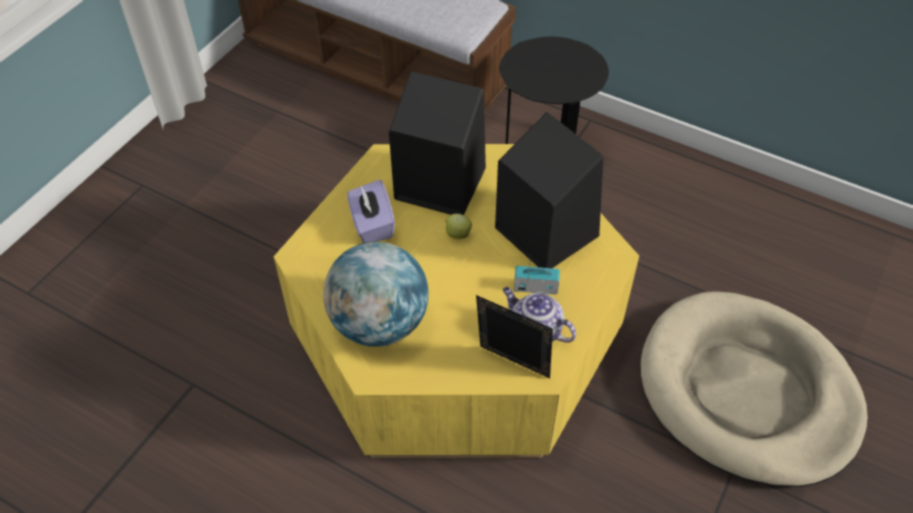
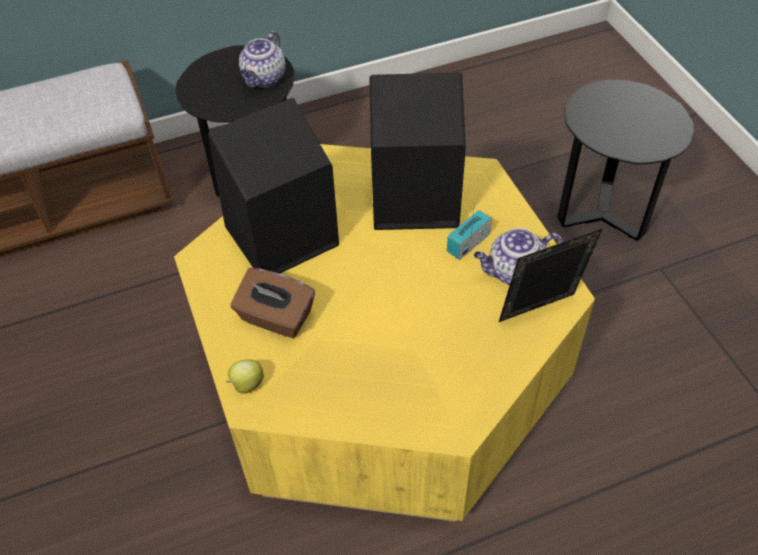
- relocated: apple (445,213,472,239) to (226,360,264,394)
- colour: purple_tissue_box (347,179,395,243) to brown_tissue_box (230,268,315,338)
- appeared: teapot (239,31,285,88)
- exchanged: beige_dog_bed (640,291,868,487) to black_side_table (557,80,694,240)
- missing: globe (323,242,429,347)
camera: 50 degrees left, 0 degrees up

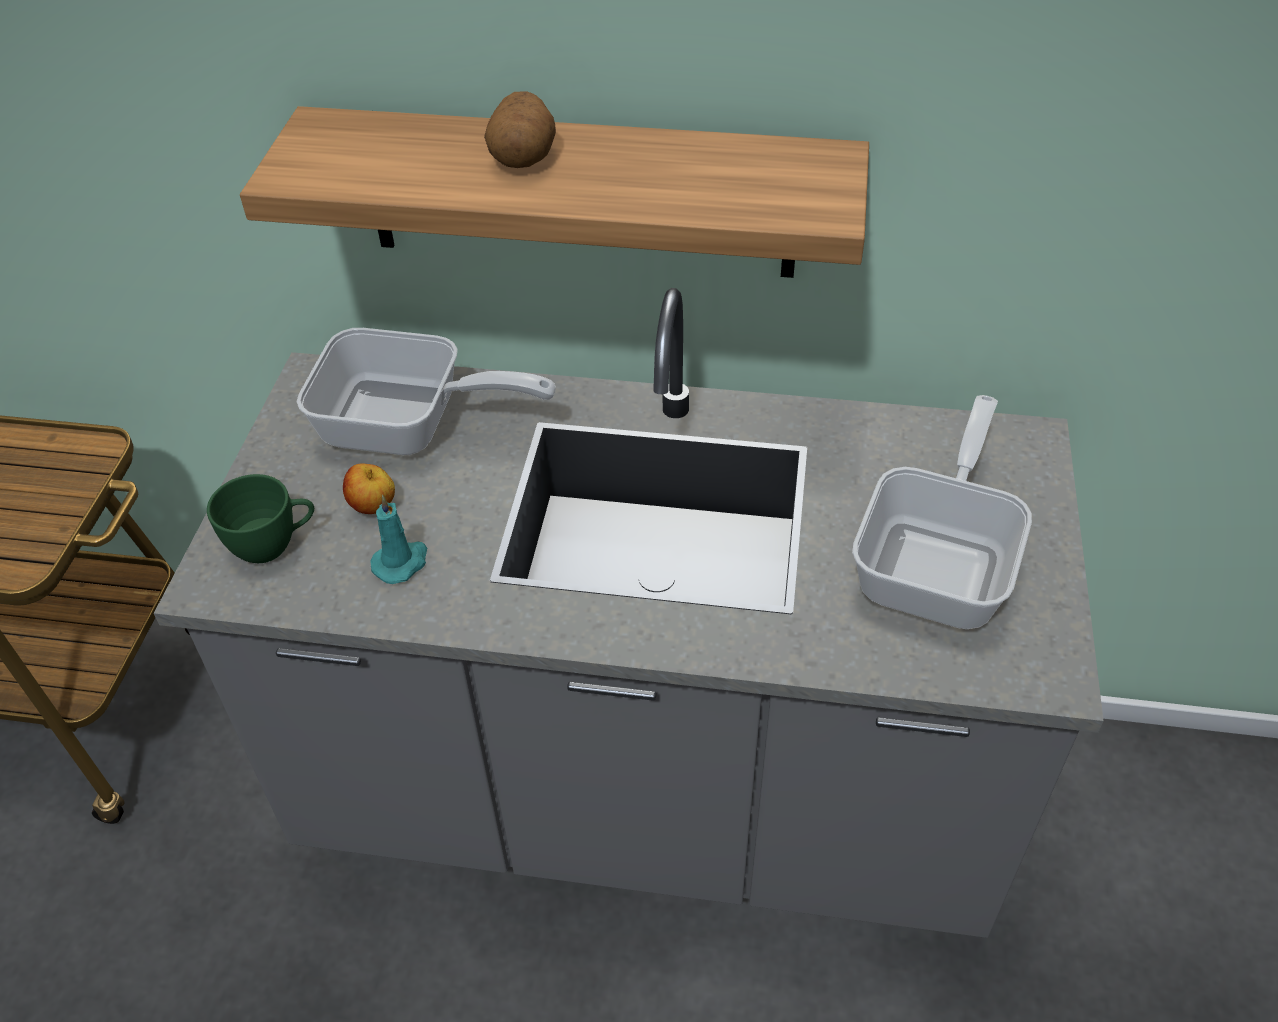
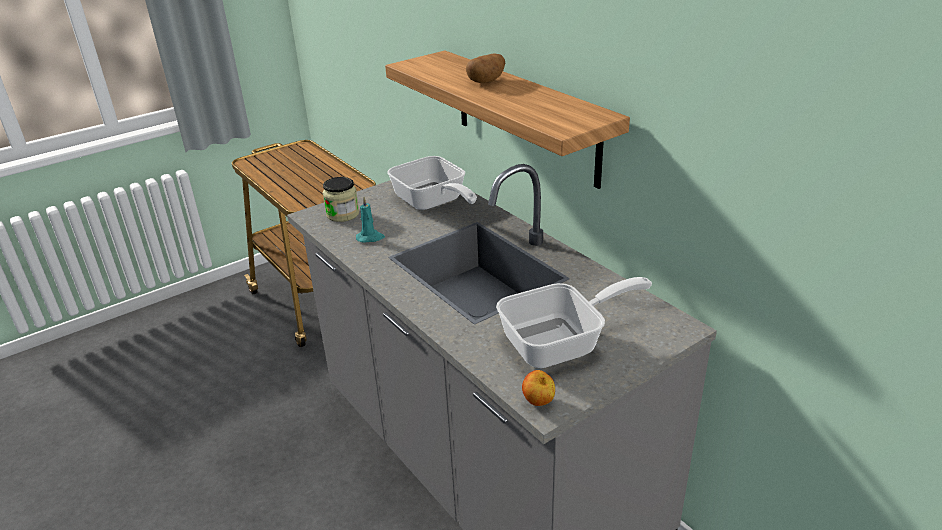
- exchanged: green_cup (207,474,314,563) to jar (323,177,359,222)
- relocated: apple (343,464,395,514) to (522,370,555,406)
camera: 45 degrees right, 15 degrees down

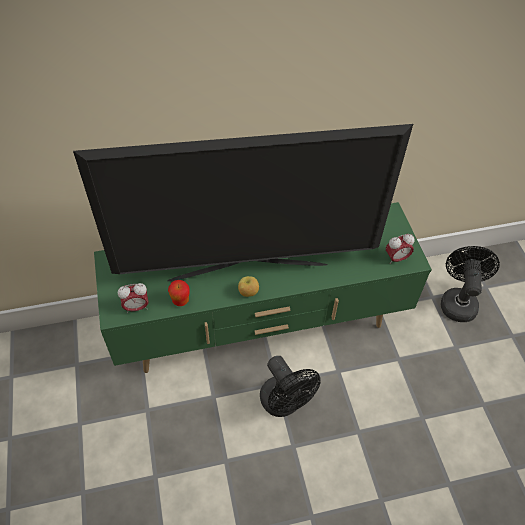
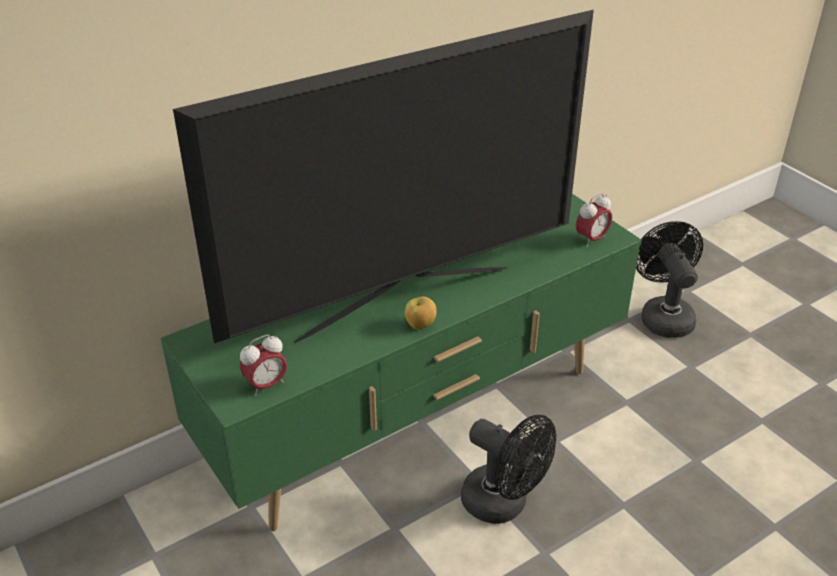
- missing: apple (168,280,190,306)
camera: 20 degrees left, 15 degrees down

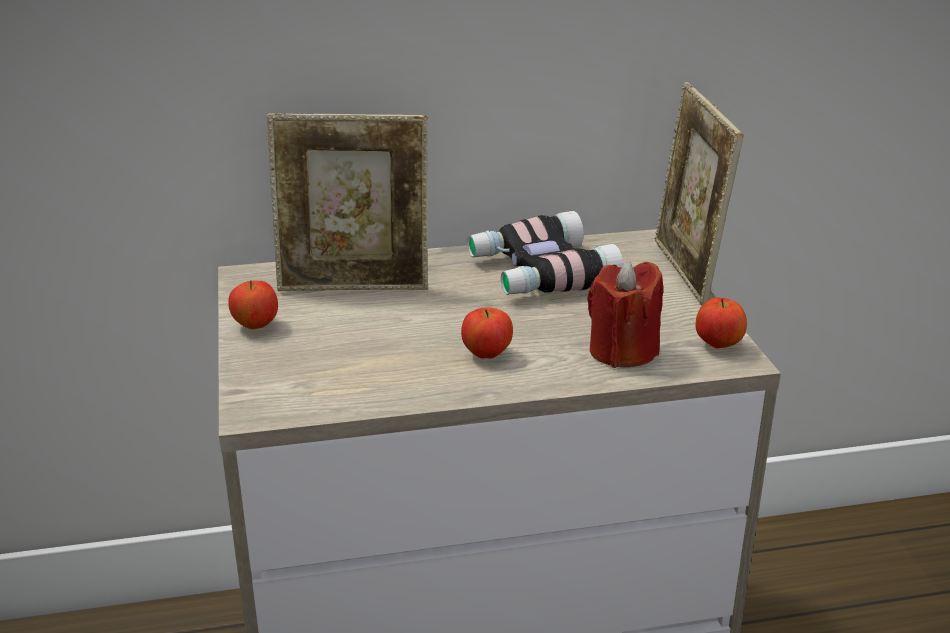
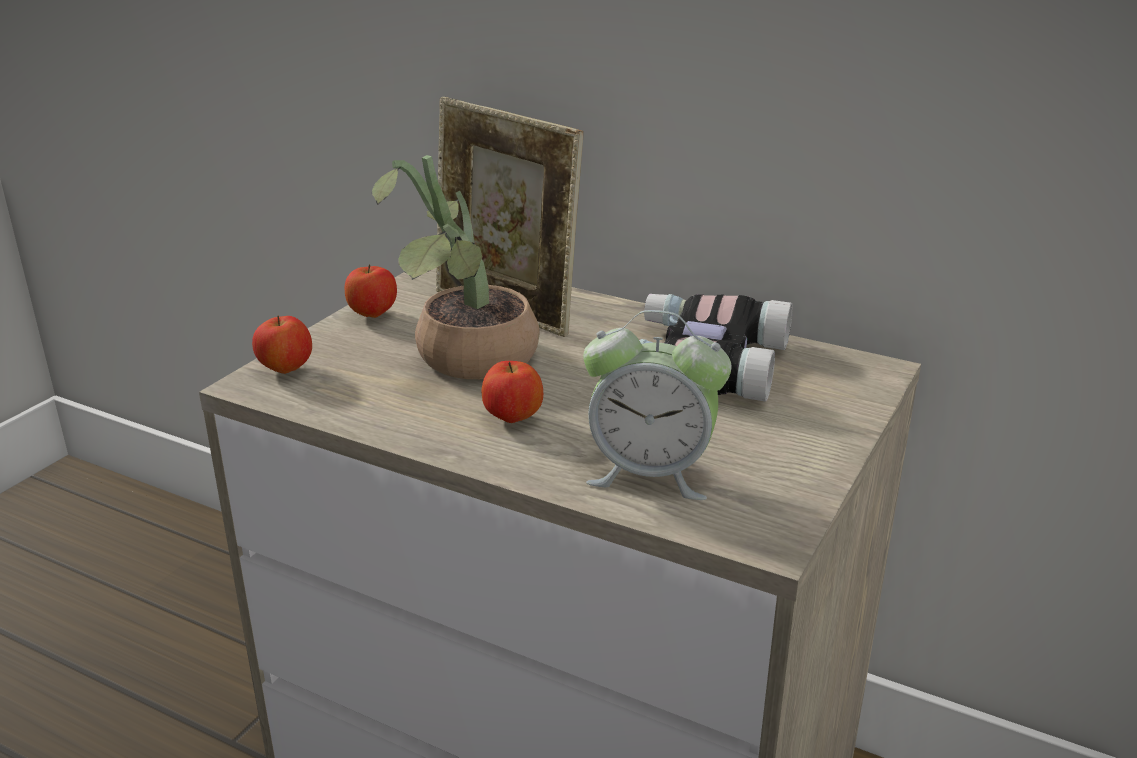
- relocated: apple (696,297,747,348) to (252,316,312,374)
- appeared: potted_plant (372,155,539,379)
- exchanged: red_candle (587,261,663,368) to alarm_clock (583,310,731,500)
- missing: picture_frame (654,82,744,305)
camera: 40 degrees right, 0 degrees up

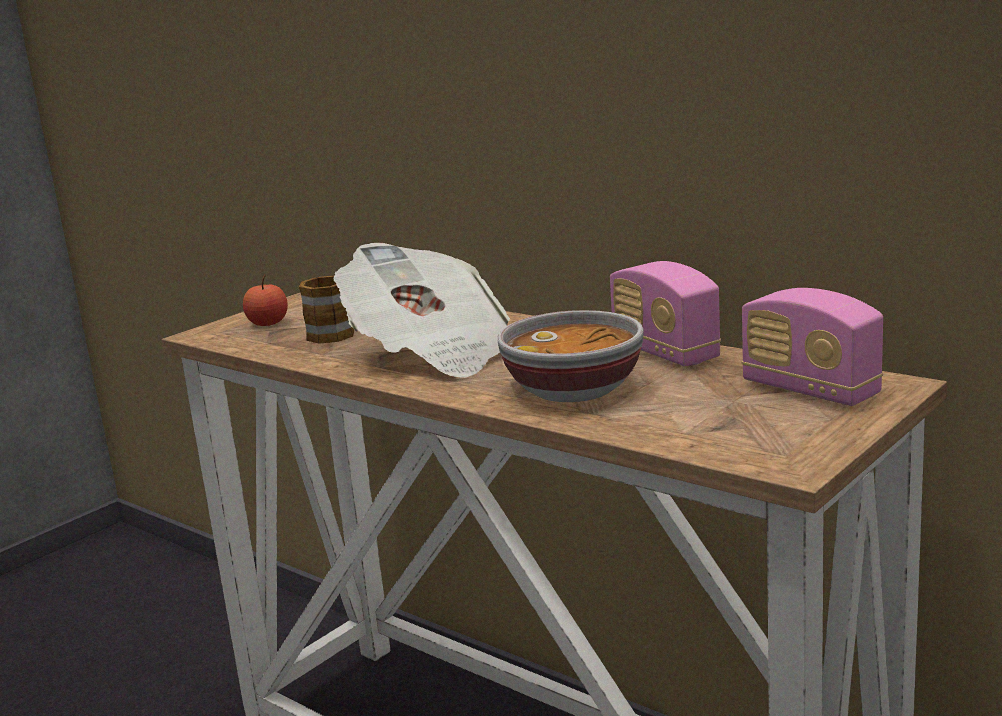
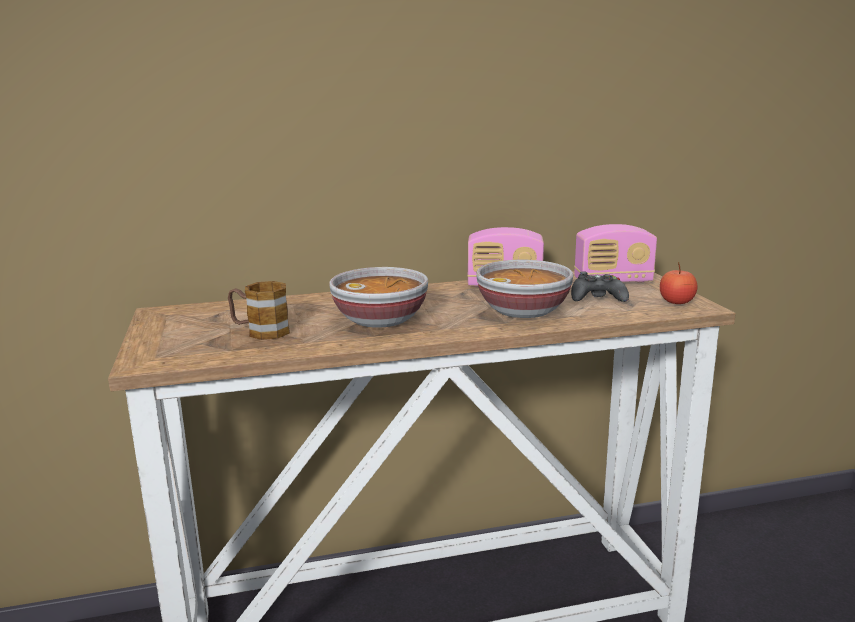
- exchanged: newspaper (334,243,510,378) to bowl (329,267,428,328)
- appeared: black_game_controller (571,271,629,302)
- relocated: apple (243,275,288,326) to (660,262,697,304)
camera: 55 degrees left, 0 degrees up

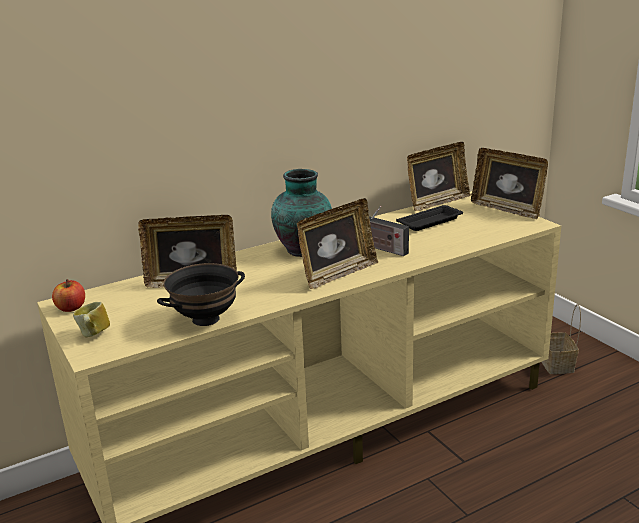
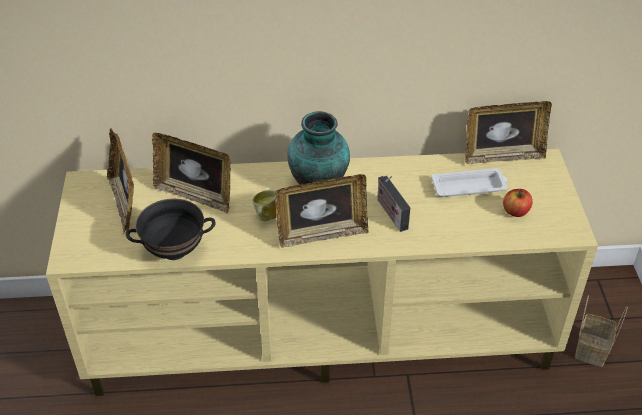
- relocated: picture_frame (471,148,548,219) to (107,128,134,234)
- relocated: mug (73,302,110,337) to (252,190,277,221)
- colour: black_tray (396,205,463,231) to white_tray (431,168,508,197)
- relocated: apple (52,279,85,312) to (503,189,533,217)
camera: 25 degrees right, 20 degrees up

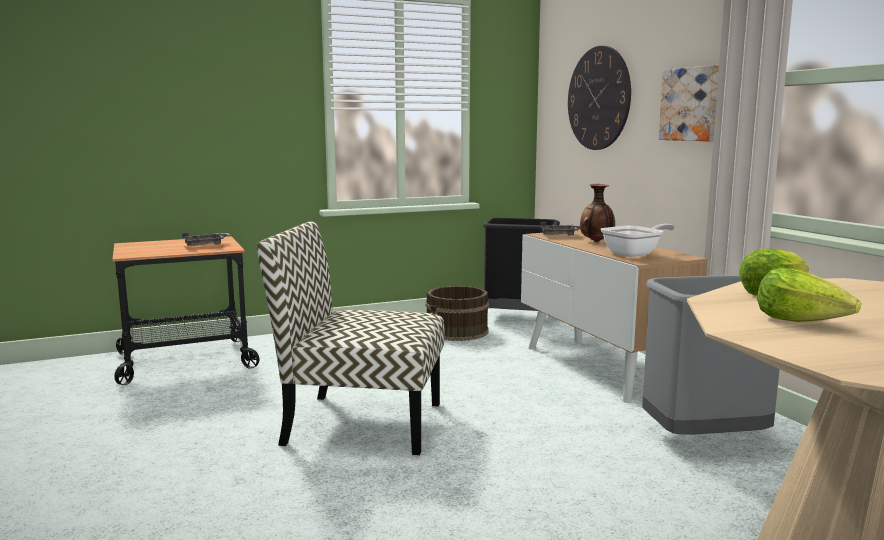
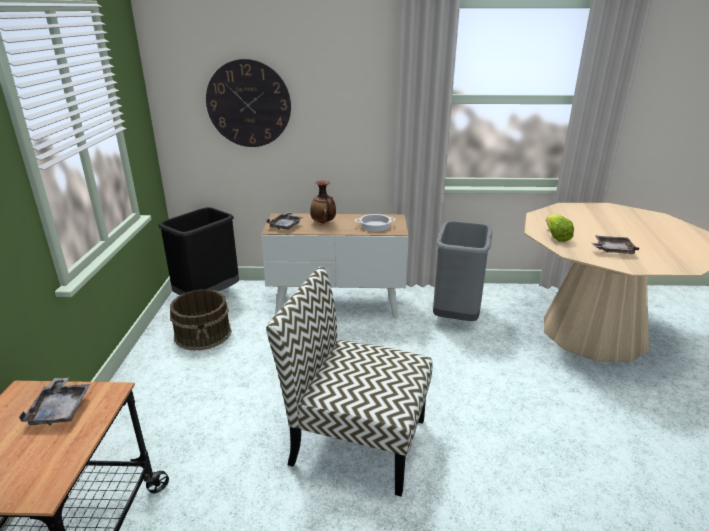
- spun: chair (257,221,444,455) = (266,267,433,496) 75 degrees clockwise
- exchanged: frying_pan (601,224,675,257) to cooking_pot (355,214,396,231)
- exchanged: lettuce (757,268,861,322) to grey_tray (592,236,639,254)
- missing: picture (659,65,719,141)
camera: 65 degrees left, 15 degrees up

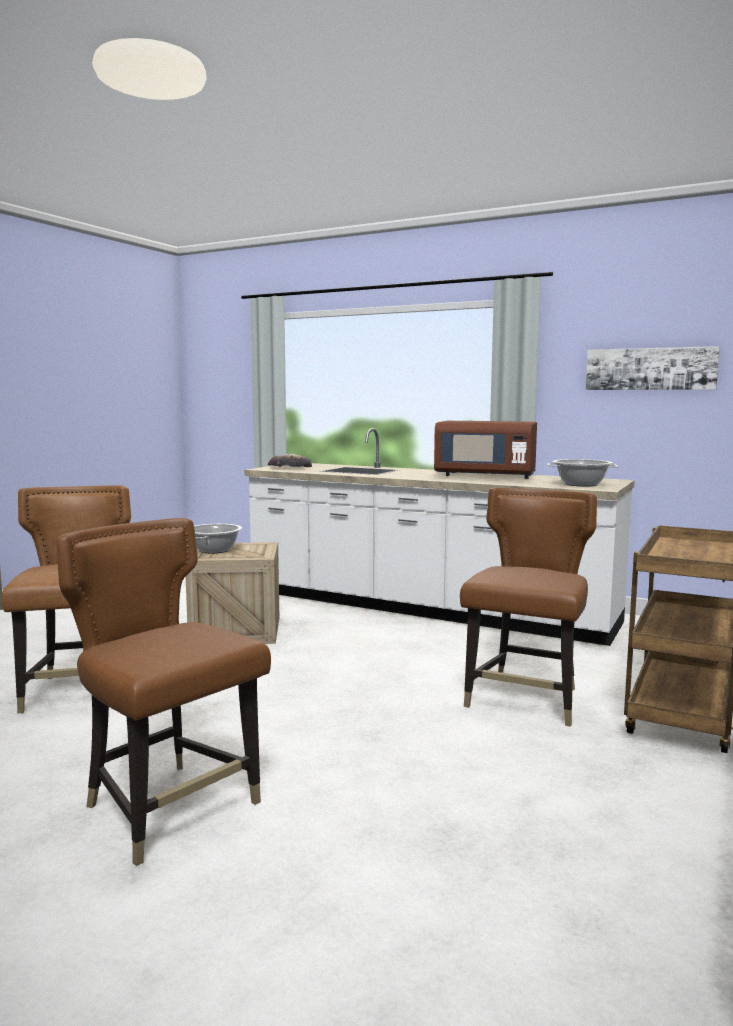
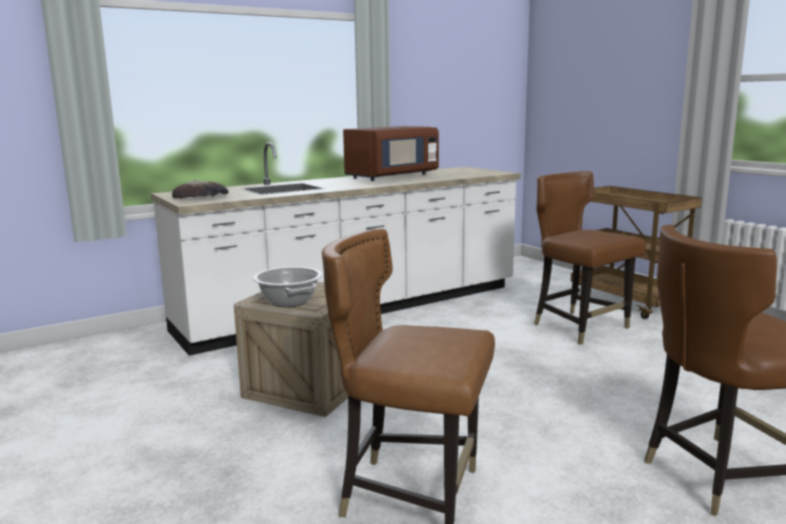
- missing: cooking_pot (547,459,619,487)
- missing: picture (586,346,720,390)
camera: 60 degrees left, 5 degrees up

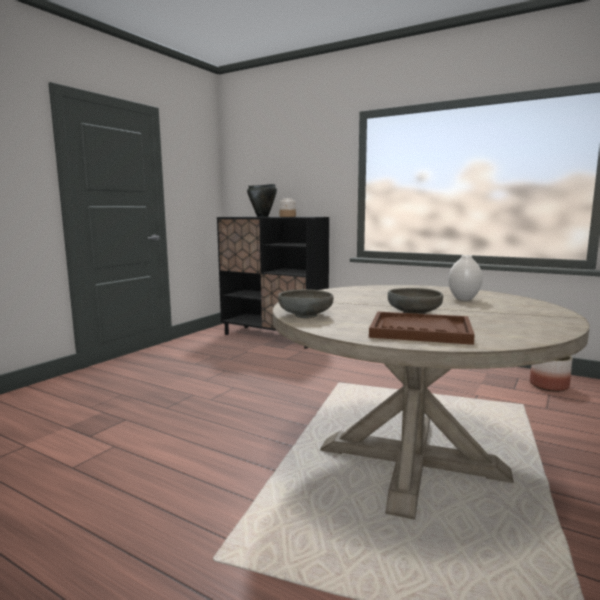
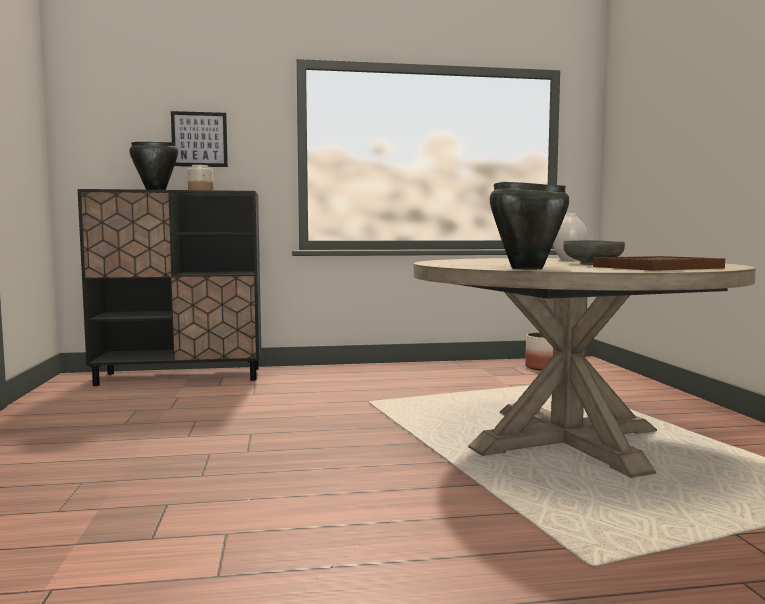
- appeared: picture (171,111,228,167)
- exchanged: grey_bowl (278,289,333,318) to black_cooking_pot (490,182,569,269)
camera: 40 degrees left, 5 degrees down

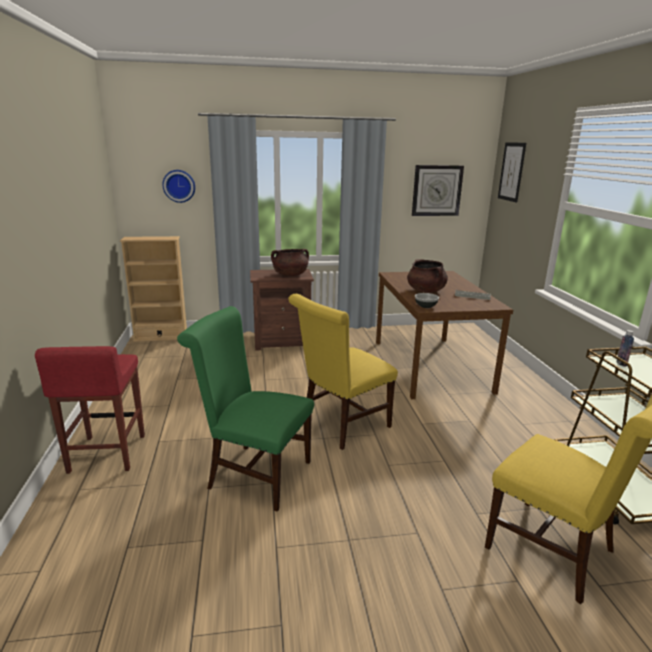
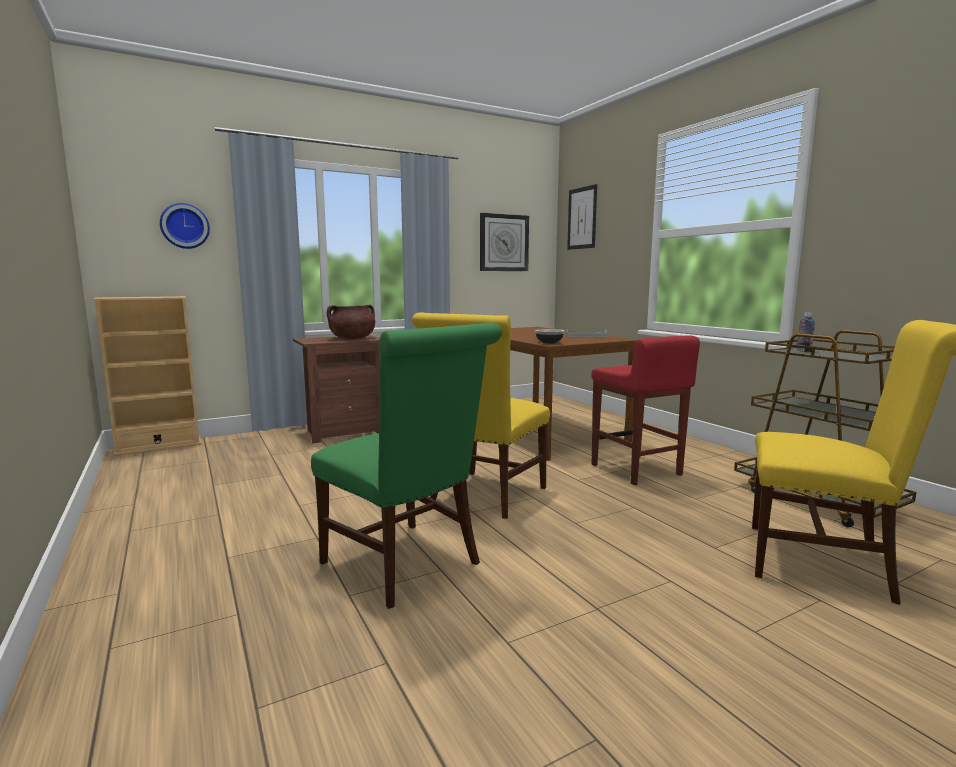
- spun: green_chair (177,306,314,512) = (311,322,502,609) 135 degrees counterclockwise
- relocated: red_stool (35,346,145,474) to (591,336,700,485)
- missing: brown_cooking_pot (407,259,448,293)
camera: 20 degrees left, 10 degrees down

